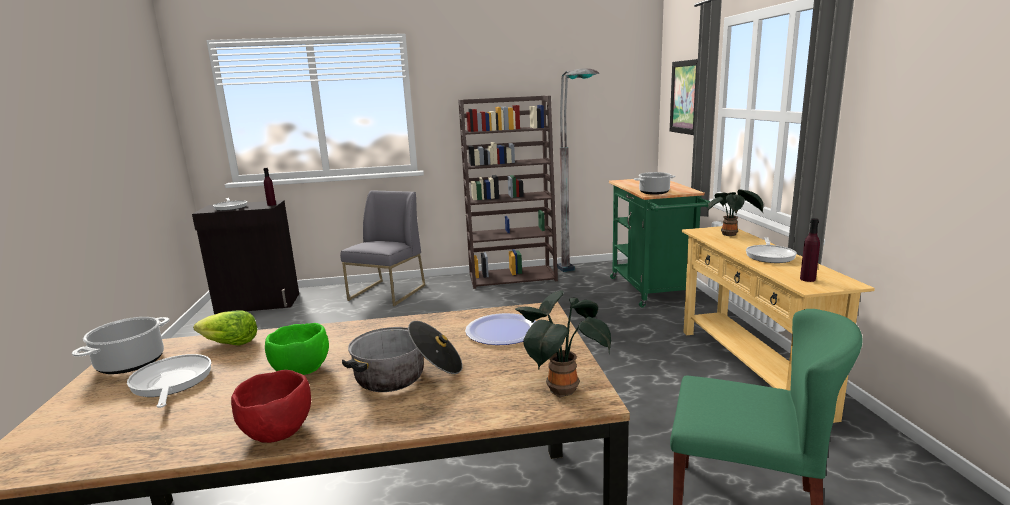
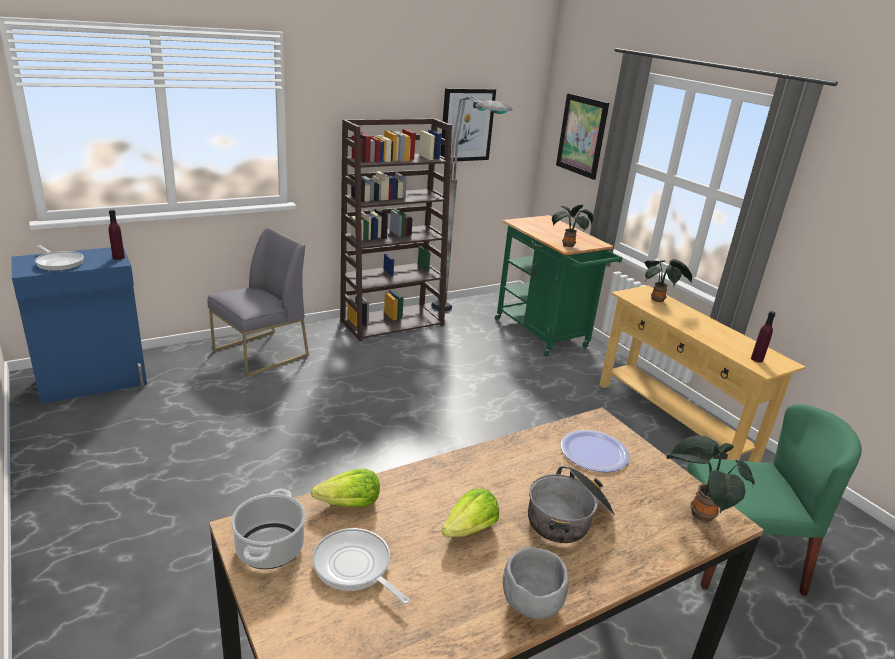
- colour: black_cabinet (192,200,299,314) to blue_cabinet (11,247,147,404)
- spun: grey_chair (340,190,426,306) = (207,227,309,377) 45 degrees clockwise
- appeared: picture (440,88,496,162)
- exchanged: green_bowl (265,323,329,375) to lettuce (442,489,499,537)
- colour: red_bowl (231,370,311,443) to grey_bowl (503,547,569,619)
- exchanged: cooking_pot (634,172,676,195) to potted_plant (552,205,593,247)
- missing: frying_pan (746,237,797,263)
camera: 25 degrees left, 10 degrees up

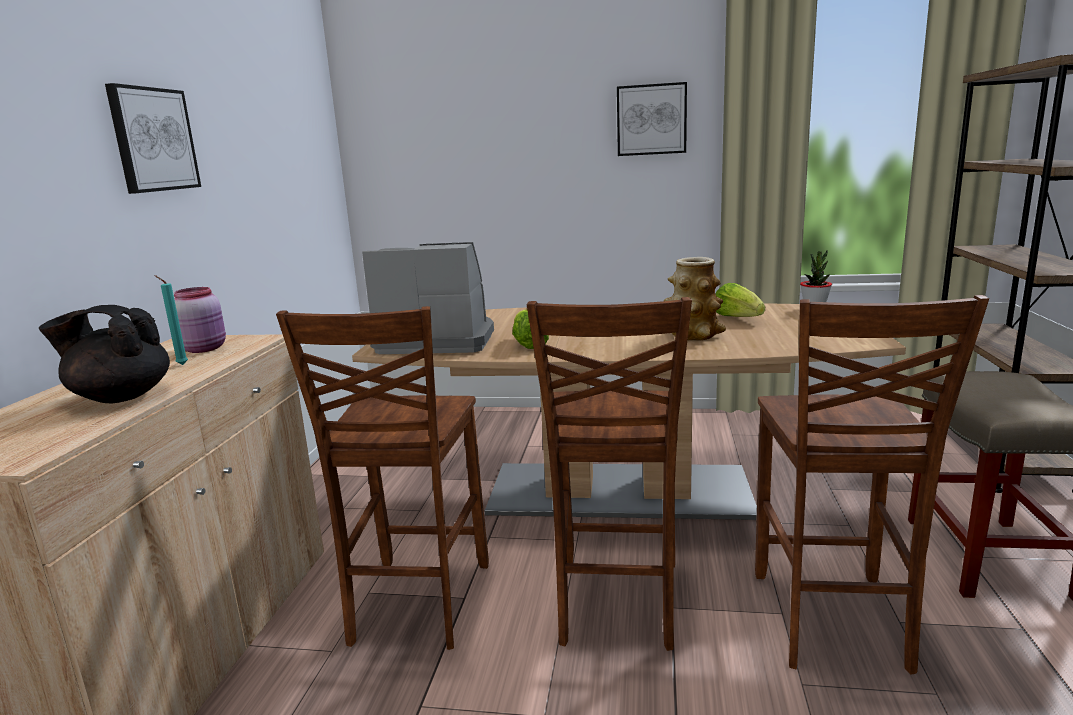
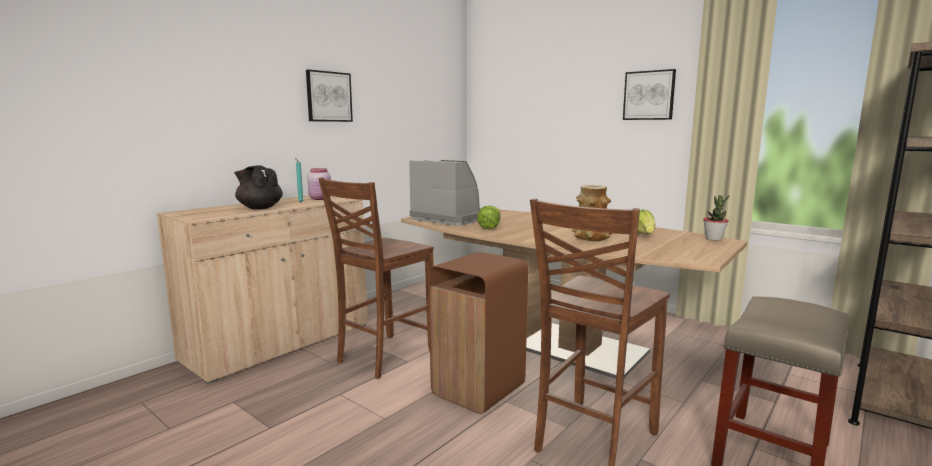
- exchanged: brown_chair (527,297,692,651) to brown_trash_can (429,252,528,414)
camera: 30 degrees right, 5 degrees down

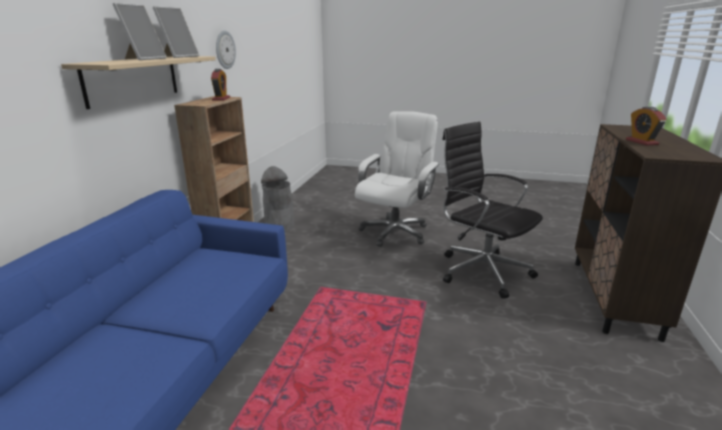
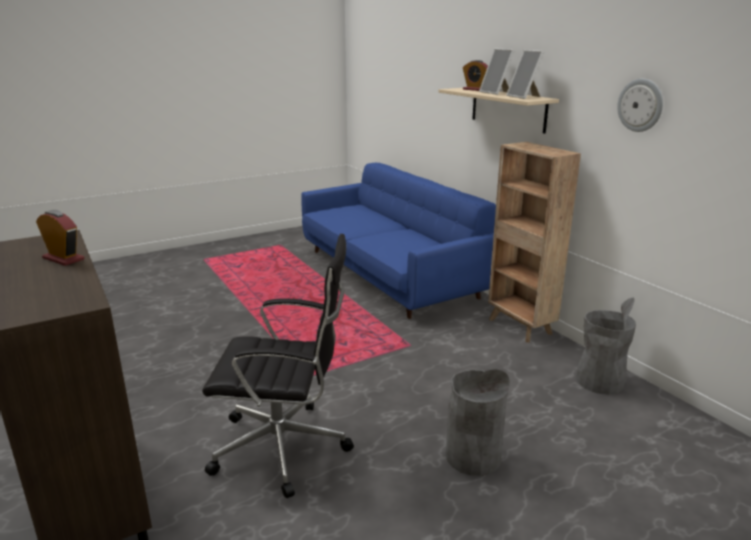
- exchanged: white_office_chair (355,111,439,247) to grey_trash_can (445,369,510,476)
- relocated: alarm_clock (211,69,230,101) to (463,60,488,91)
camera: 135 degrees right, 0 degrees up

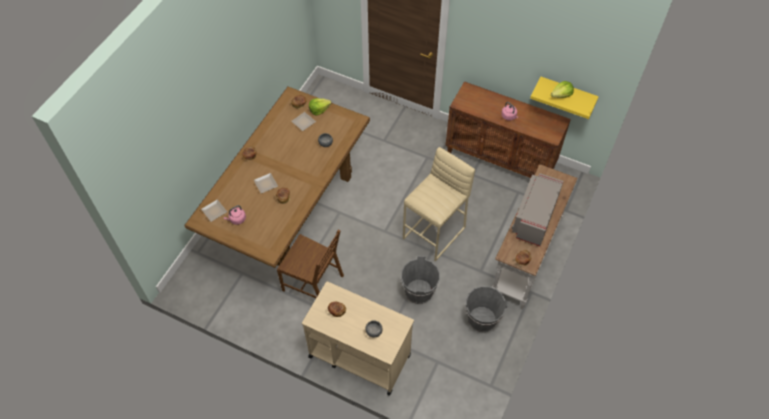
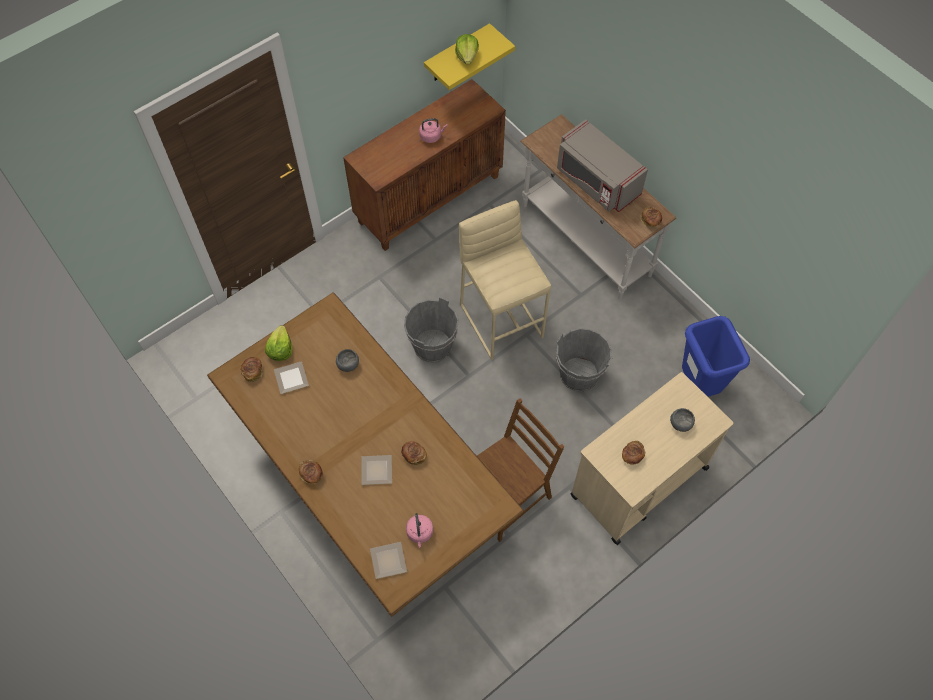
- relocated: grey_bucket (466,286,508,332) to (404,297,459,363)
- appeared: blue_trash_can (682,316,750,397)
camera: 65 degrees left, 5 degrees up

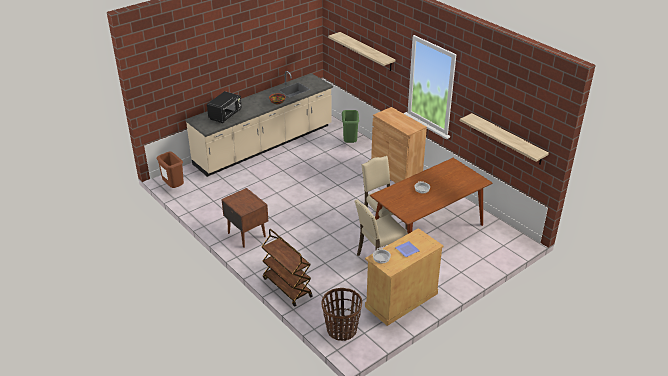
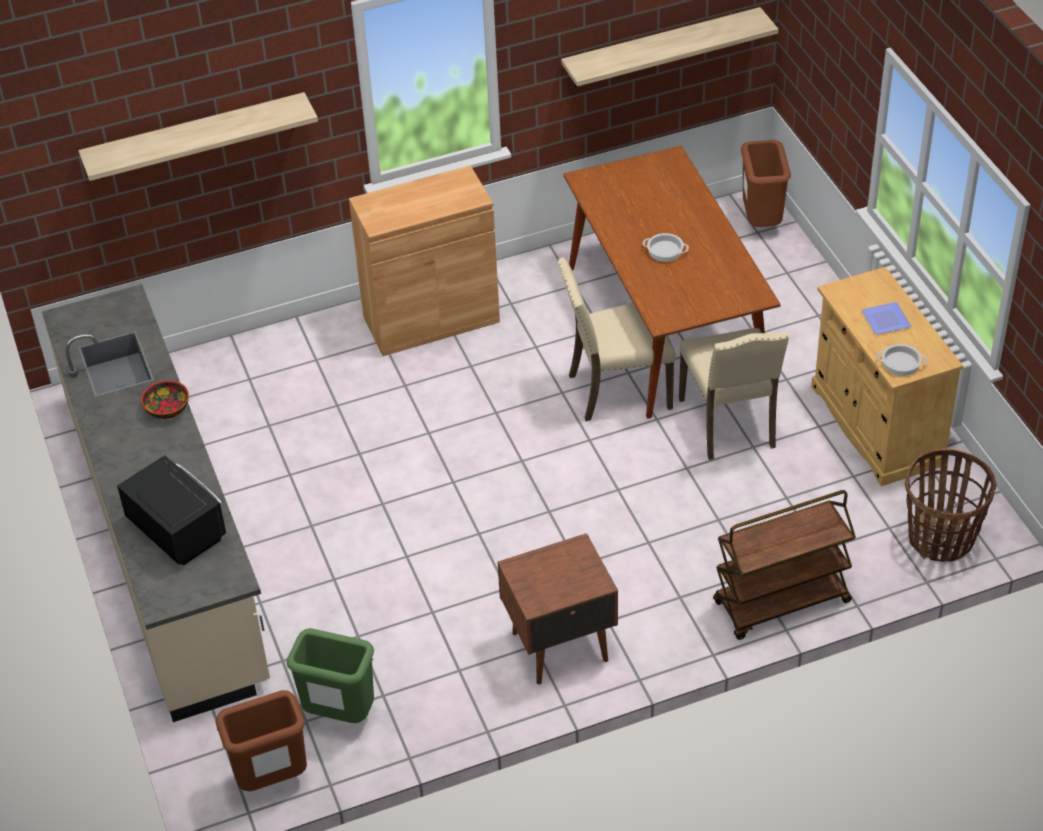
- relocated: green_trash_can (342,110,359,143) to (286,628,374,723)
- appeared: brown_trash_can (741,140,791,227)
camera: 70 degrees left, 10 degrees up

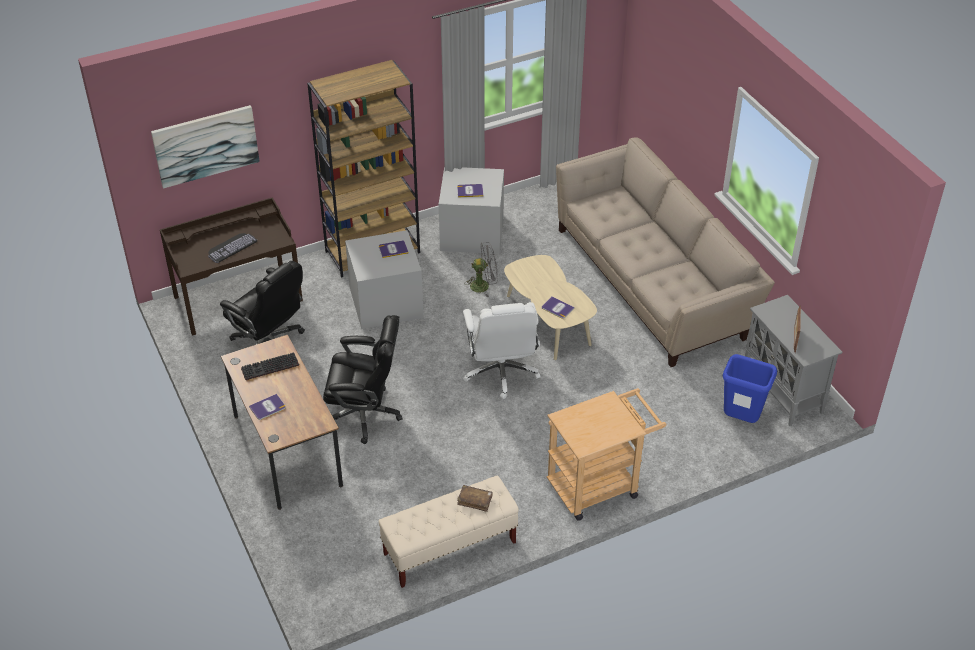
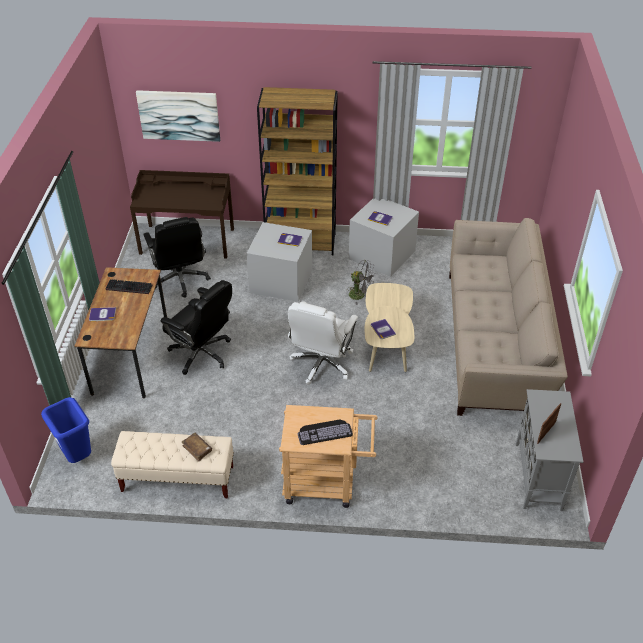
- relocated: blue_trash_can (723,354,777,423) to (41,397,91,463)
- relocated: keyboard (208,233,257,263) to (298,419,353,445)
camera: 30 degrees right, 0 degrees up

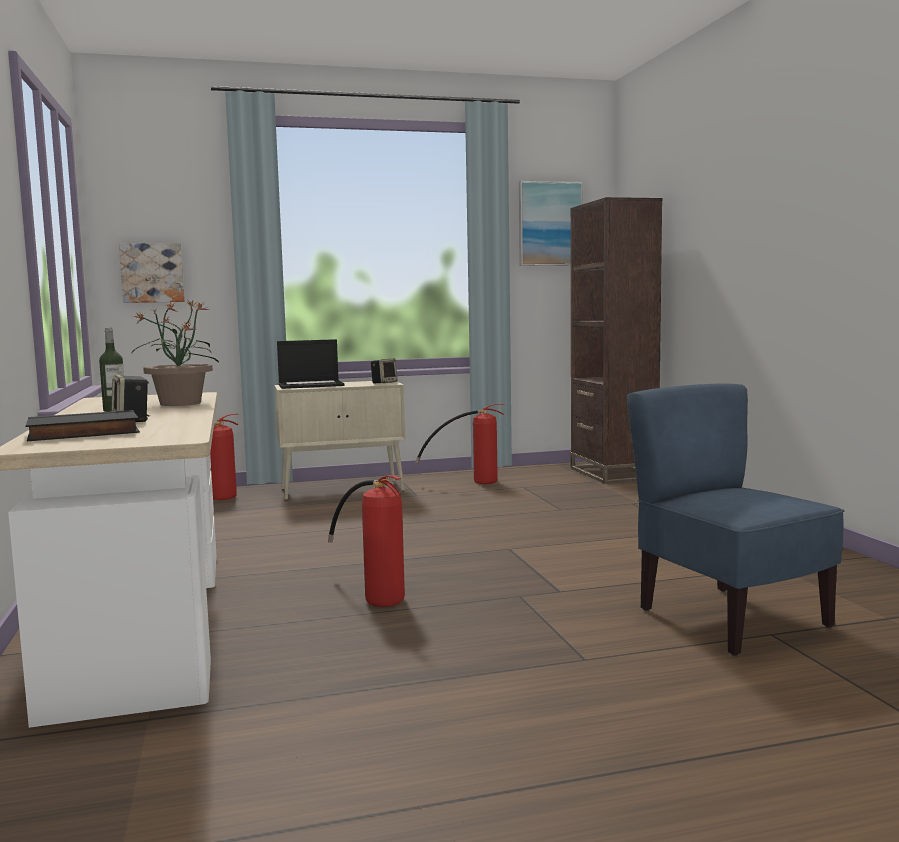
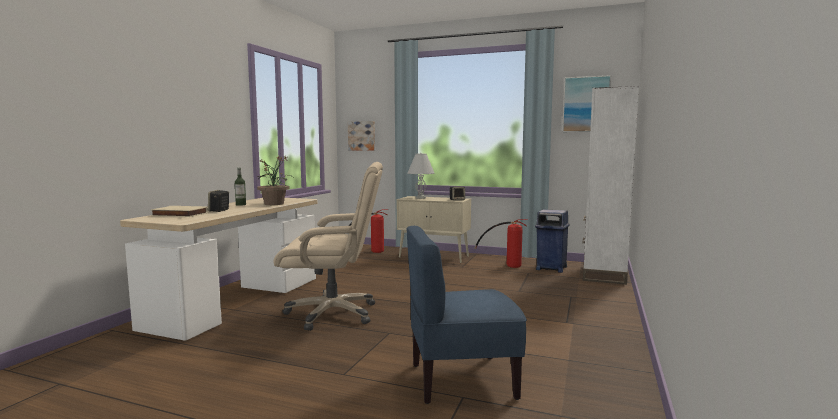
- colour: black_book (25,410,140,441) to beige_book (150,206,208,217)
- exchanged: fire_extinguisher (328,475,405,607) to beige_office_chair (274,162,383,331)
- spun: blue_chair (627,383,844,656) = (406,226,527,404) 105 degrees counterclockwise
- exchanged: laptop (277,339,344,389) to white_table_lamp (407,153,435,199)
- appeared: blue_trash_can (535,209,570,273)
- colour: brown_bookcase (571,197,663,484) to white_bookcase (582,86,639,285)
camera: 35 degrees right, 0 degrees up

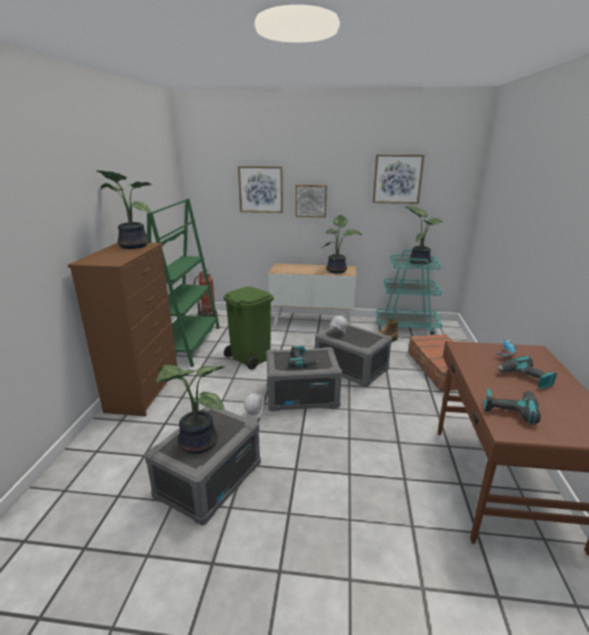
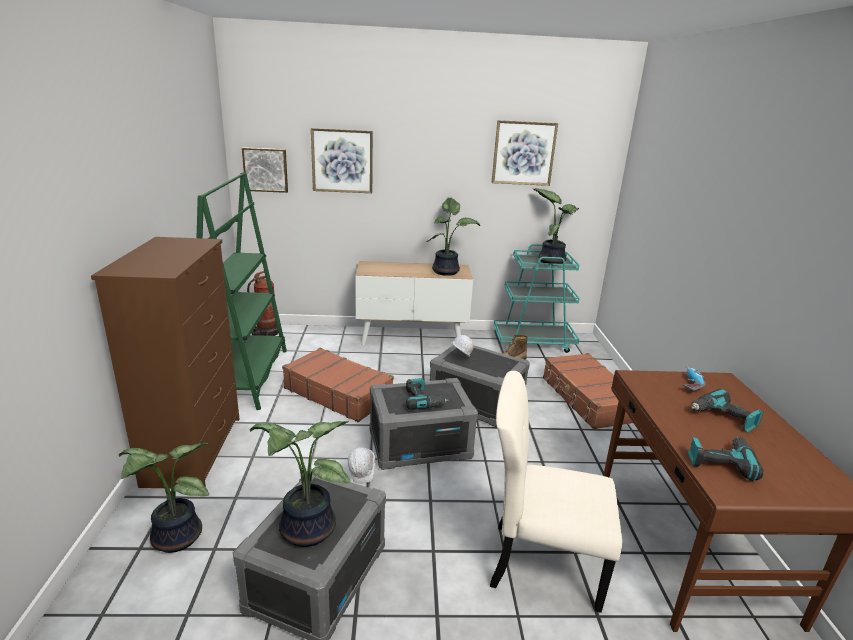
- relocated: potted_plant (97,170,152,249) to (119,443,210,553)
- relocated: picture (295,185,327,217) to (242,147,288,193)
- exchanged: green_trash_can (224,286,274,370) to brown_suitcase (282,348,394,422)
- appeared: beige_chair (490,371,622,613)
camera: 10 degrees left, 0 degrees up

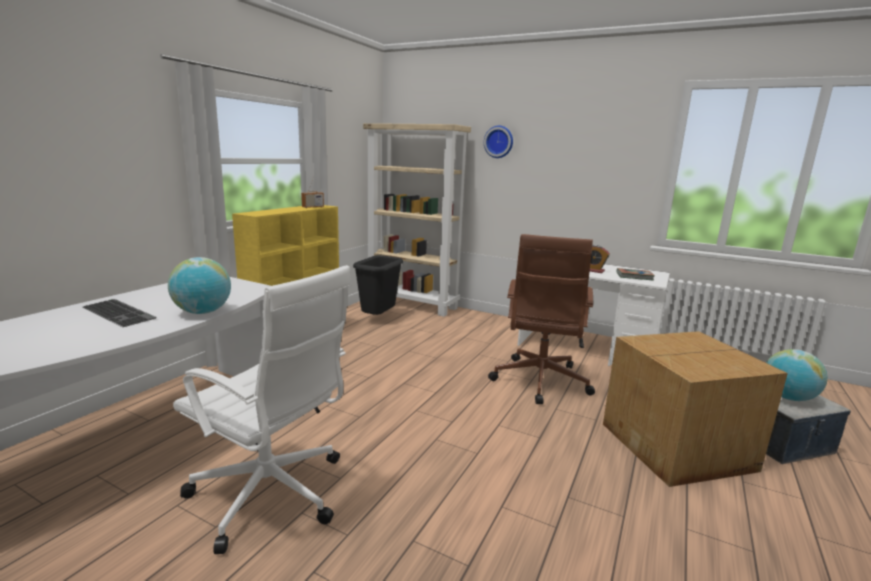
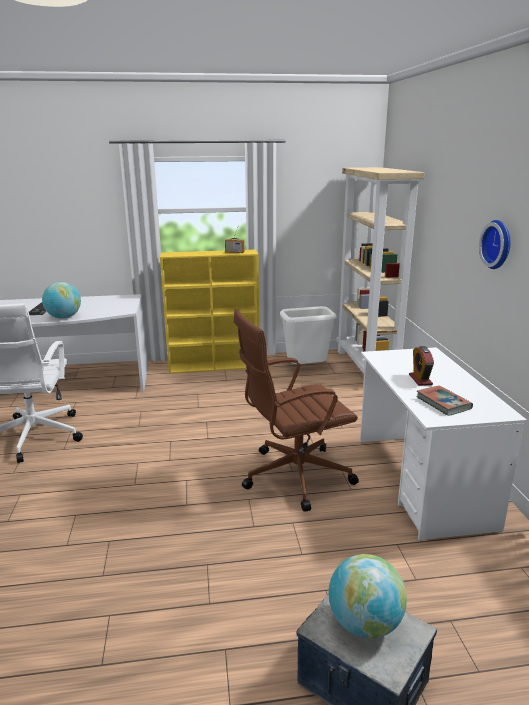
- colour: black_trash_can (353,255,403,315) to white_trash_can (280,306,336,364)
- relocated: wall_clock (484,126,513,158) to (479,220,510,269)
- missing: cardboard_box (603,331,788,487)
camera: 55 degrees right, 5 degrees up

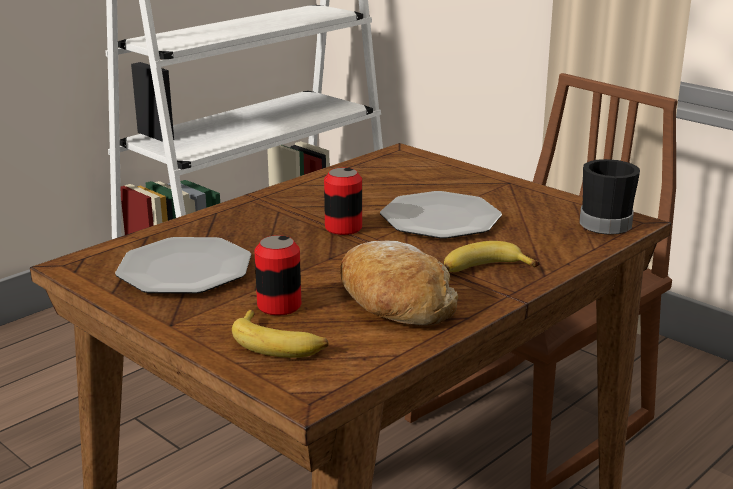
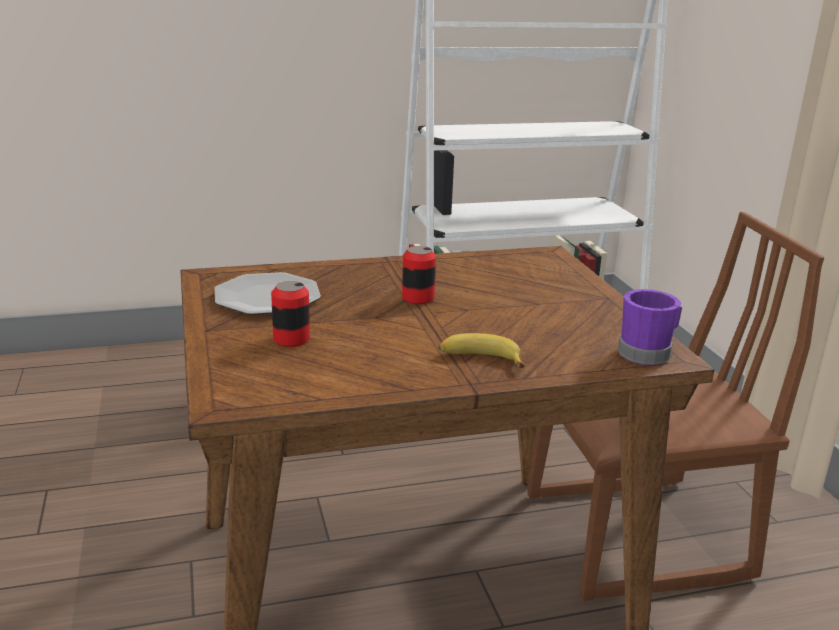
- colour: black_mug (579,159,640,235) to purple_mug (618,289,682,365)
- missing: banana (232,309,329,358)
- missing: bread (340,241,458,325)
- missing: plate (380,191,502,239)
camera: 30 degrees right, 0 degrees up

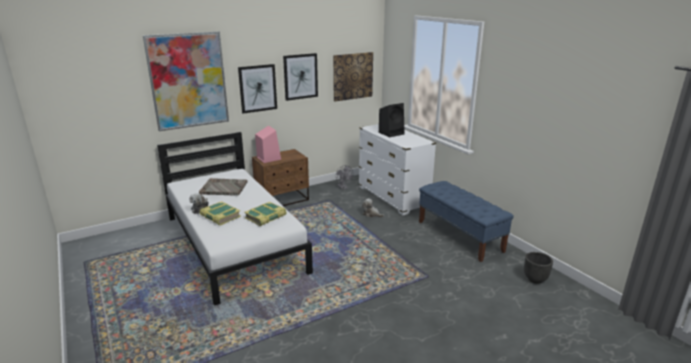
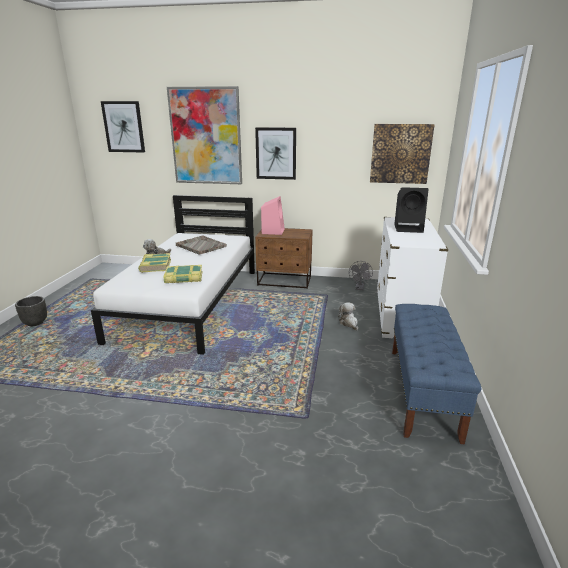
- relocated: black_planter (524,252,553,284) to (15,296,47,326)
- relocated: picture (283,53,318,101) to (101,101,145,152)
camera: 40 degrees right, 0 degrees up

